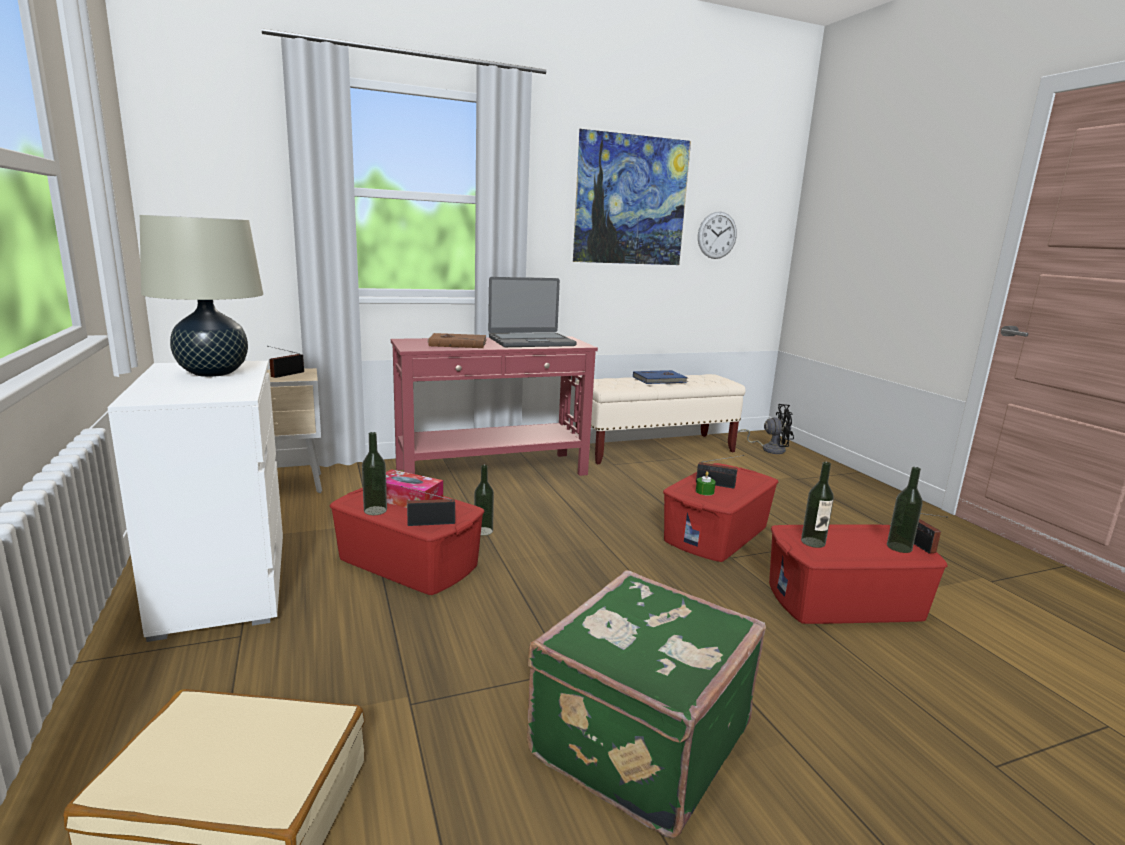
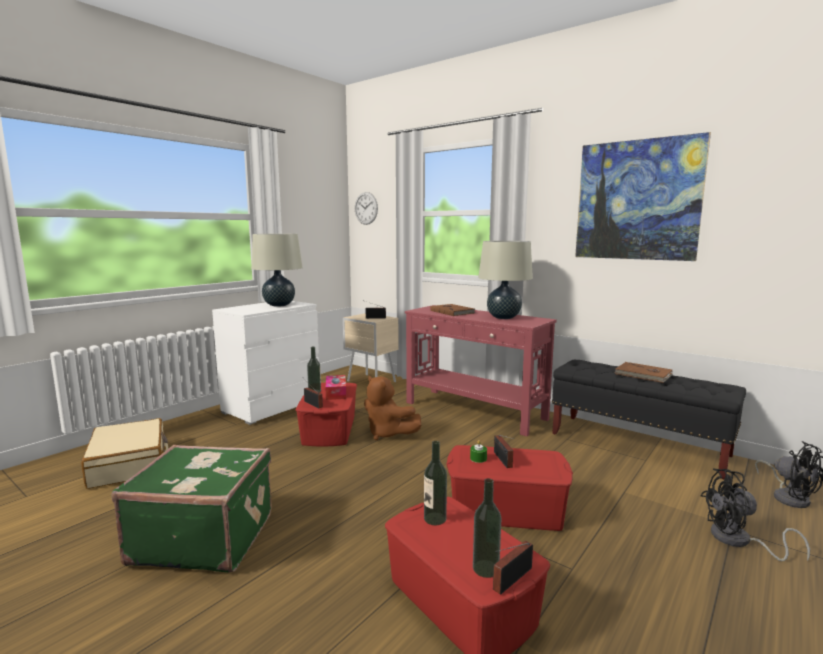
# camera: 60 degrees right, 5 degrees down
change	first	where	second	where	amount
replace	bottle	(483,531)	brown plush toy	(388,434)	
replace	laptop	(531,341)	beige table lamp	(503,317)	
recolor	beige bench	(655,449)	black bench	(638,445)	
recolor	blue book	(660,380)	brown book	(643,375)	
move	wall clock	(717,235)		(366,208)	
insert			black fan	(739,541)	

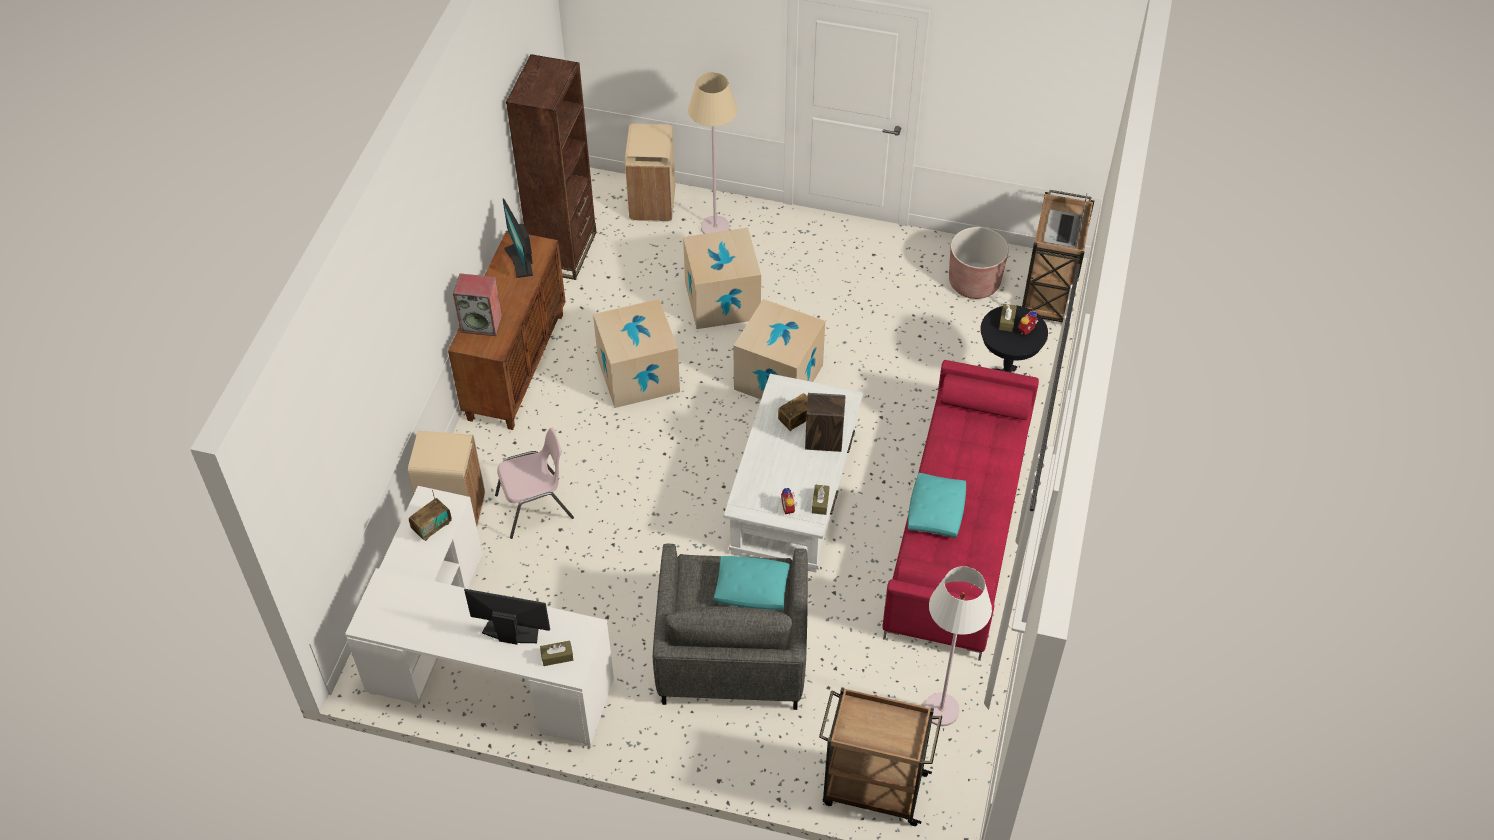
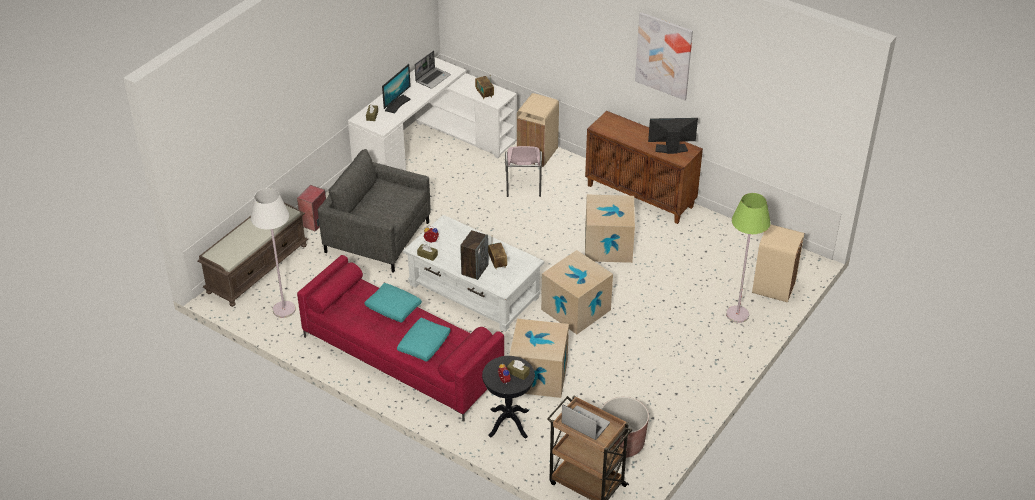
# camera: 110 degrees right, 10 degrees down
change	first	where	second	where	amount
move	speaker	(482,323)		(314,222)	
delete	brown bookcase	(564,251)			
move	cardboard box	(722,300)		(538,376)	
recolor	beige floor lamp	(715,227)	green floor lamp	(737,314)	
move	turquoise pillow	(750,589)		(424,344)	
replace	brown cart	(872,788)	brown bench	(257,268)	
insert			laptop	(433,78)	
insert			picture	(664,55)	

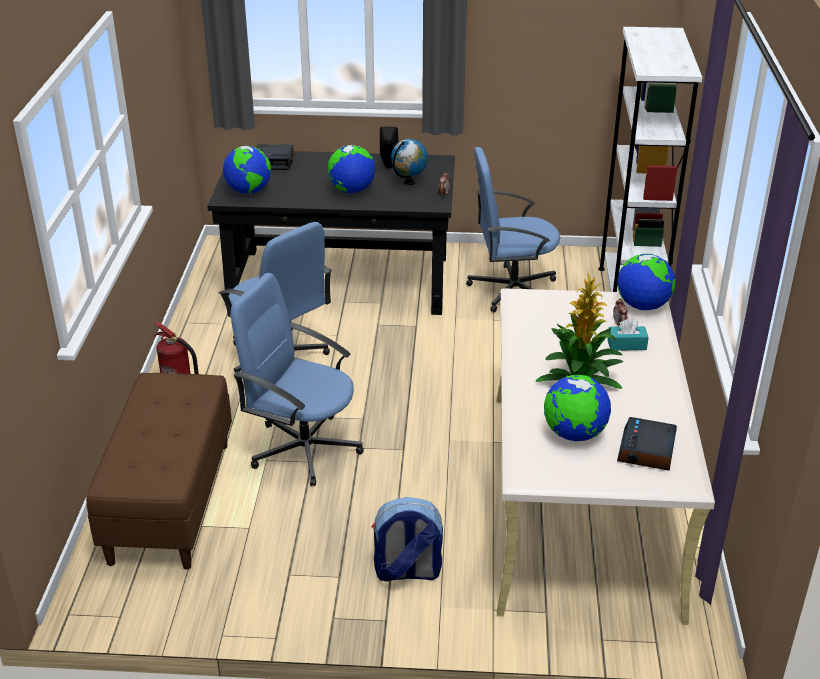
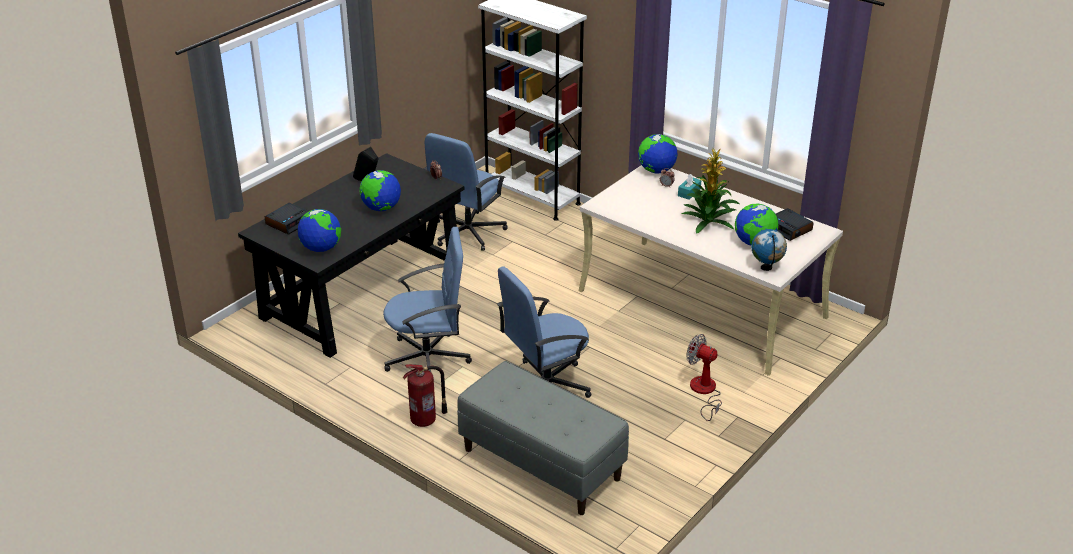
# camera: 55 degrees left, 0 degrees up
change	first	where	second	where	amount
recolor	brown bench	(170,500)	grey bench	(540,464)	
replace	backpack	(407,572)	fan	(704,392)	
move	globe	(409,182)		(766,268)	

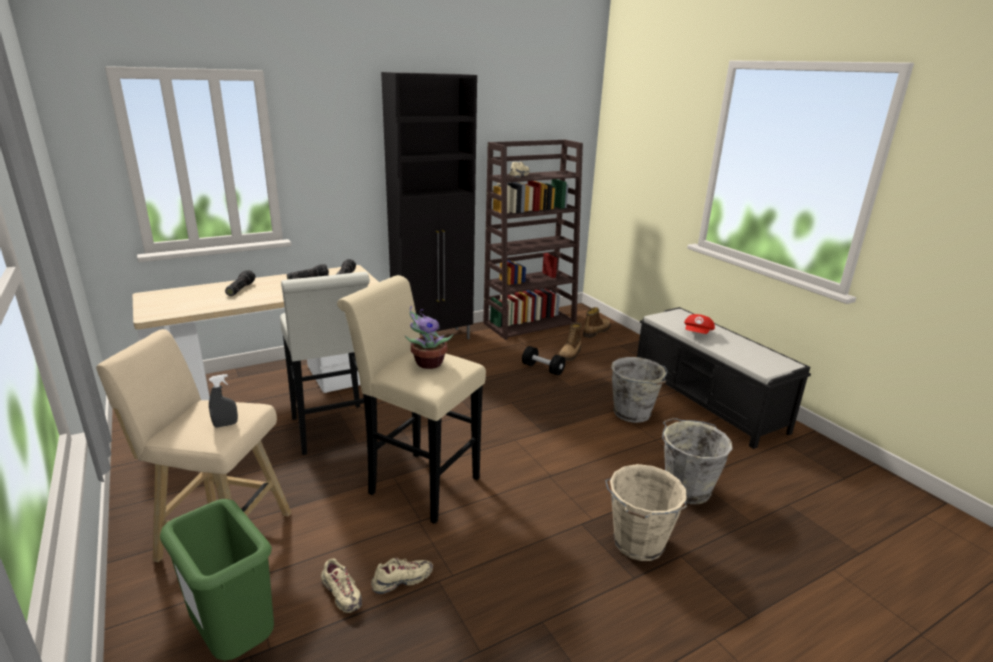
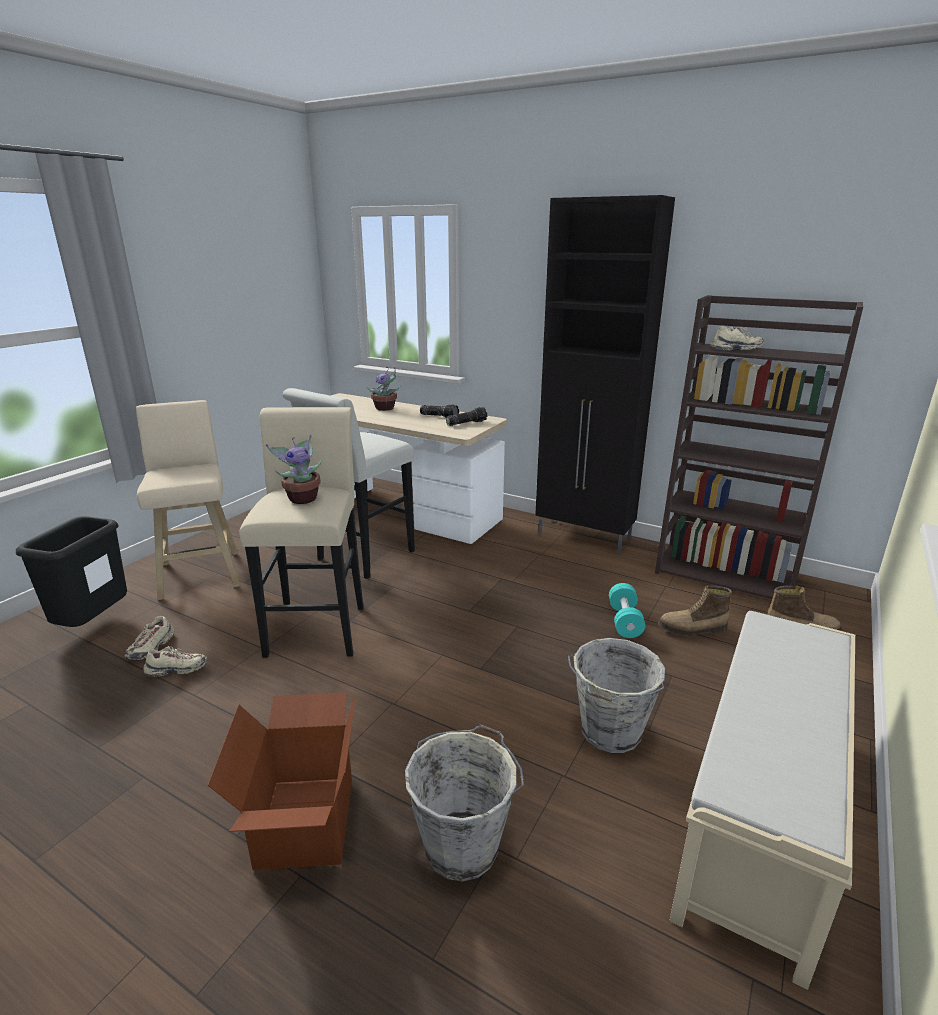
# camera: 60 degrees right, 0 degrees up
change	first	where	second	where	amount
recolor	green trash can	(234,641)	black trash can	(94,625)	
delete	grey spray bottle	(226,425)			
replace	flashlight	(240,289)	potted plant	(386,408)	
rotate	beige shoe	(402,581)		(177,670)	45 degrees counterclockwise
recolor	black dumbbell	(543,369)	turquoise dumbbell	(624,621)	
replace	beige bucket	(638,544)	cardboard box	(303,821)	
recolor	black bench	(707,402)	beige bench	(759,814)	
delete	red cap	(697,334)			

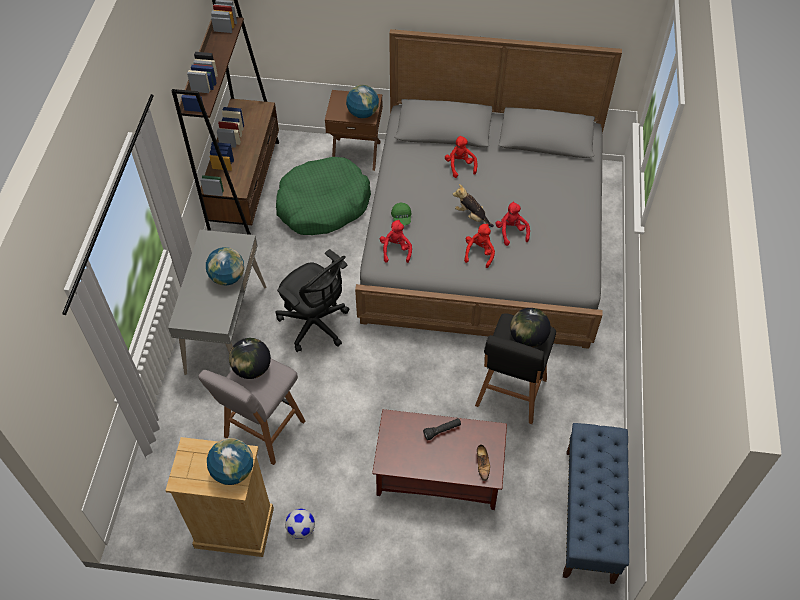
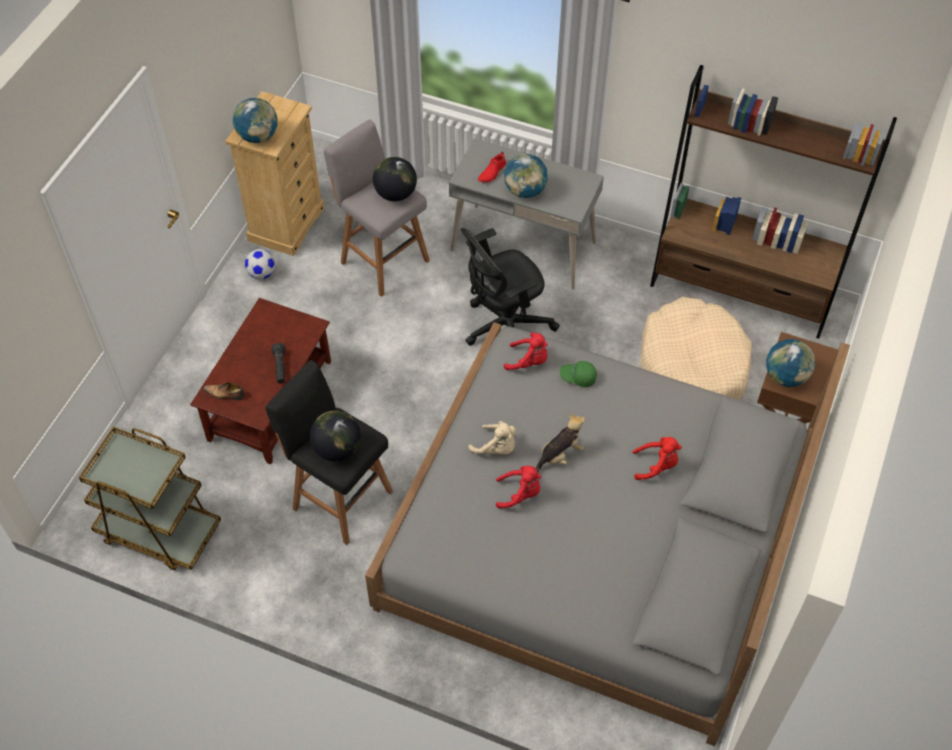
# camera: 105 degrees right, 0 degrees up
change	first	where	second	where	amount
recolor	green dog bed	(323,205)	beige dog bed	(693,367)	
recolor	red plush toy	(479,253)	beige plush toy	(496,448)	
replace	blue bench	(589,515)	brown cart	(159,531)	
insert			red shoe	(492,172)	

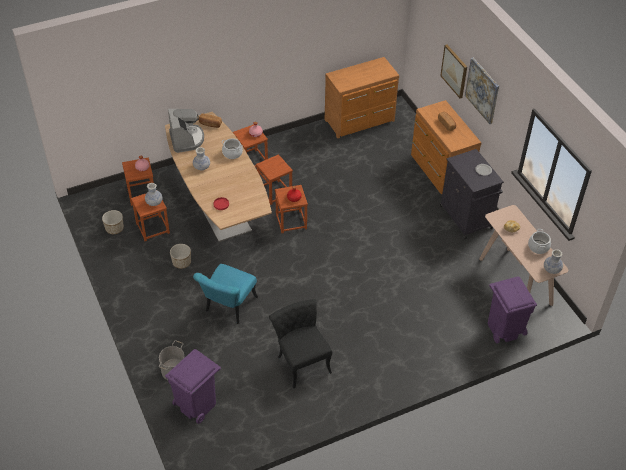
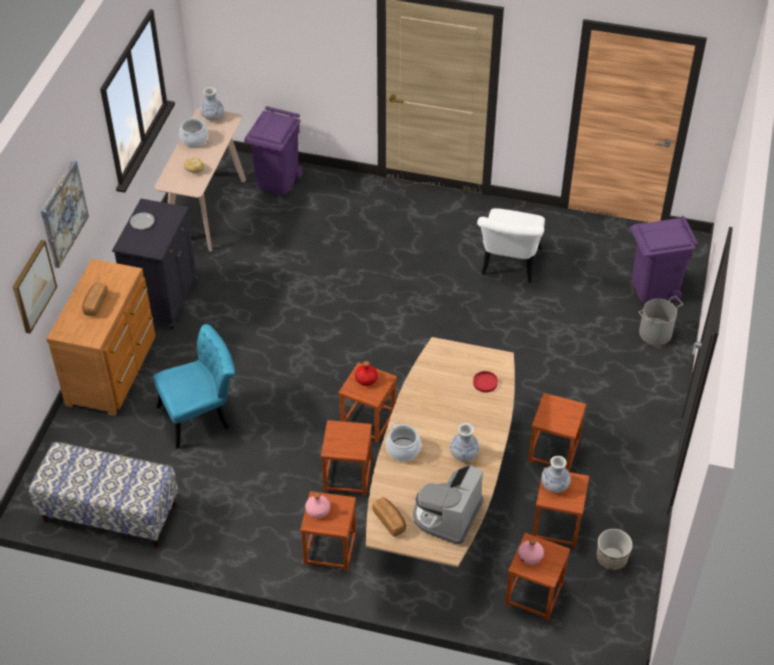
# camera: 140 degrees left, 0 degrees up
change	first	where	second	where	amount
replace	planter	(181,262)	brown stool	(554,451)	
move	turquoise chair	(228,308)		(201,415)	
recolor	black chair	(301,360)	white chair	(509,266)	
replace	brown dresser	(360,121)	bench	(110,513)	

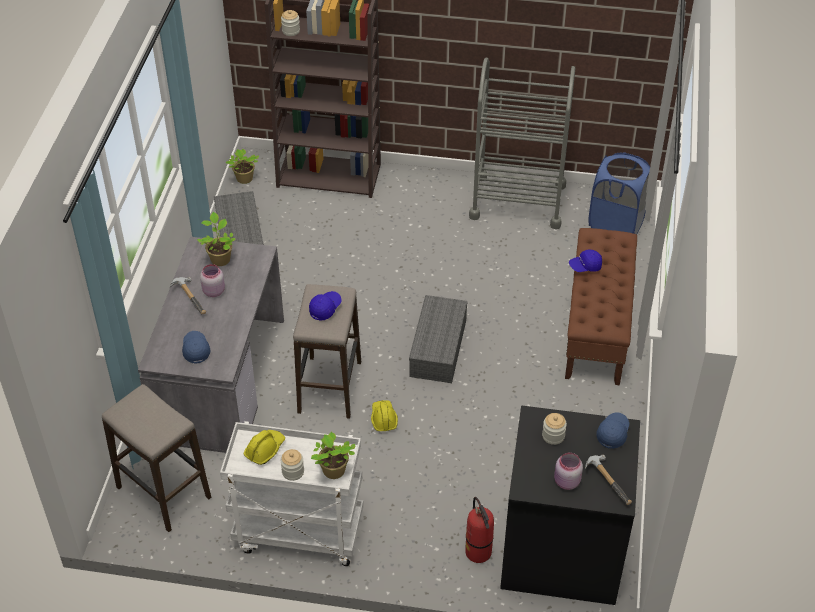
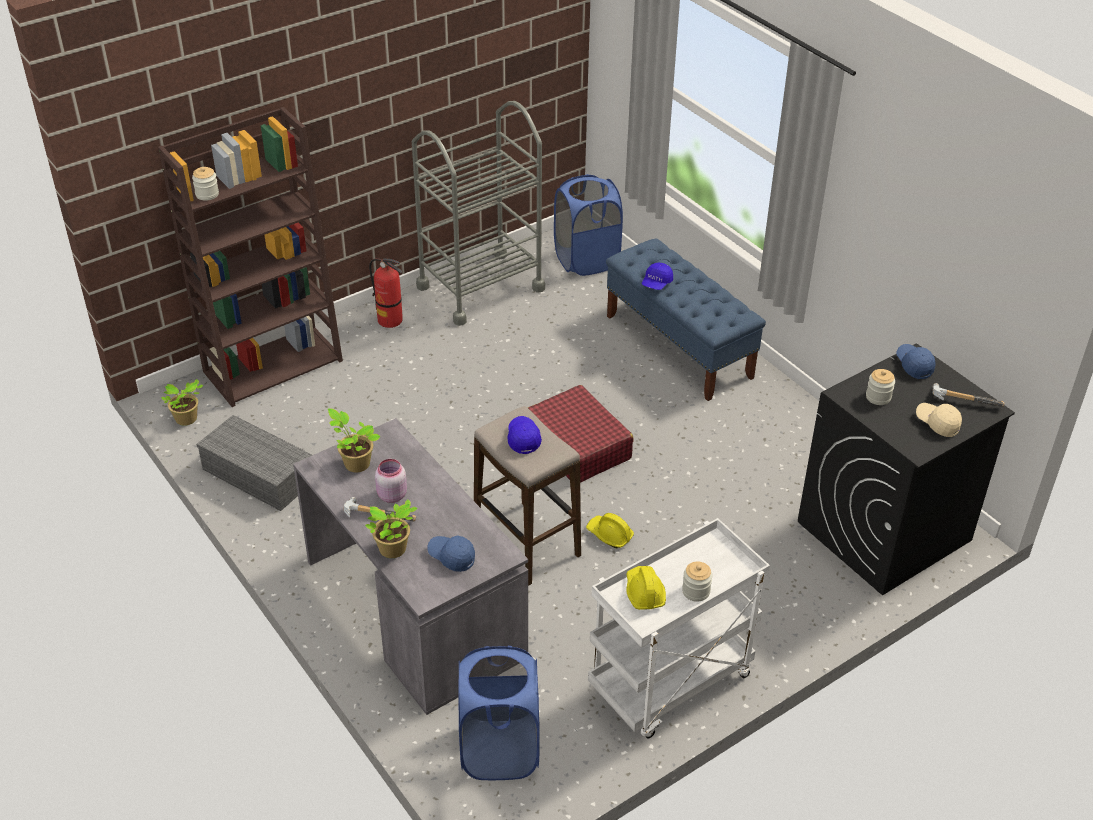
# camera: 45 degrees left, 5 degrees down
change	first	where	second	where	amount
replace	stool	(163,493)	blue laundry basket	(499,751)	
move	potted plant	(333,472)		(393,550)	
replace	grey storage box	(439,349)	red suitcase	(577,446)	
move	fire extinguisher	(478,552)		(390,320)	
replace	pink jar	(566,482)	beige cap	(937,423)	
recolor	brown bench	(597,328)	blue bench	(679,346)	

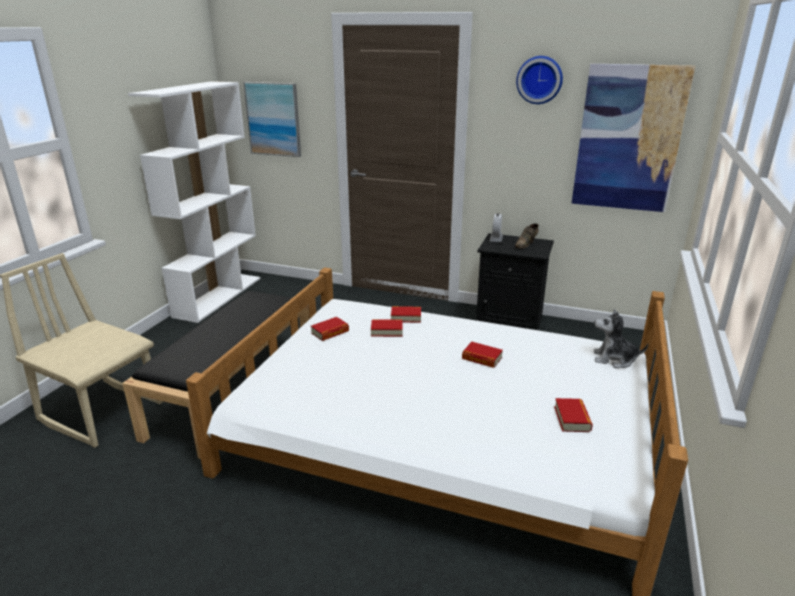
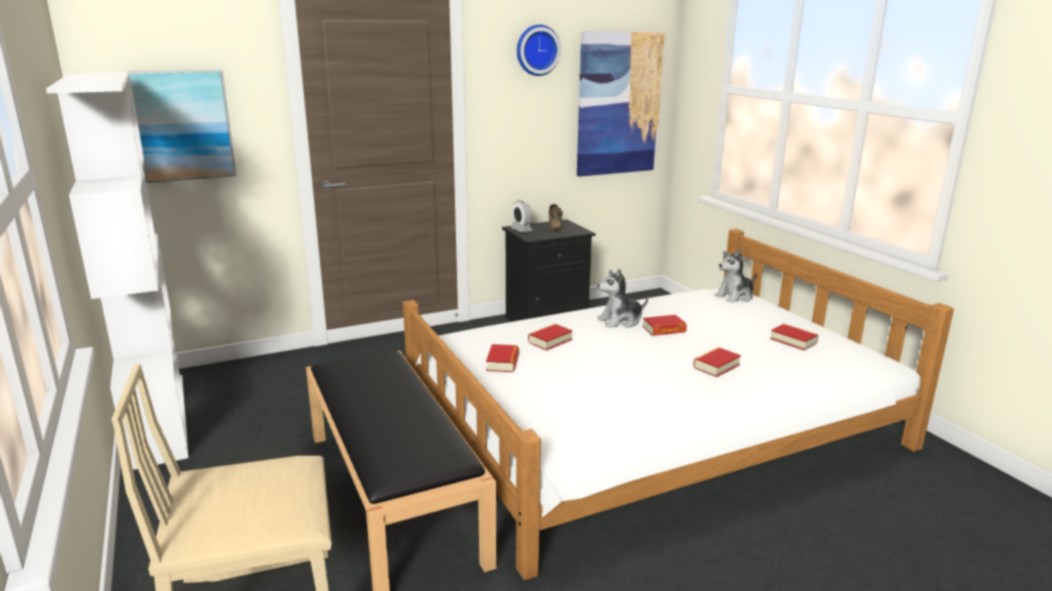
# camera: 45 degrees left, 5 degrees down
change	first	where	second	where	amount
move	book	(406,317)		(716,366)	
insert			plush toy	(620,321)	

